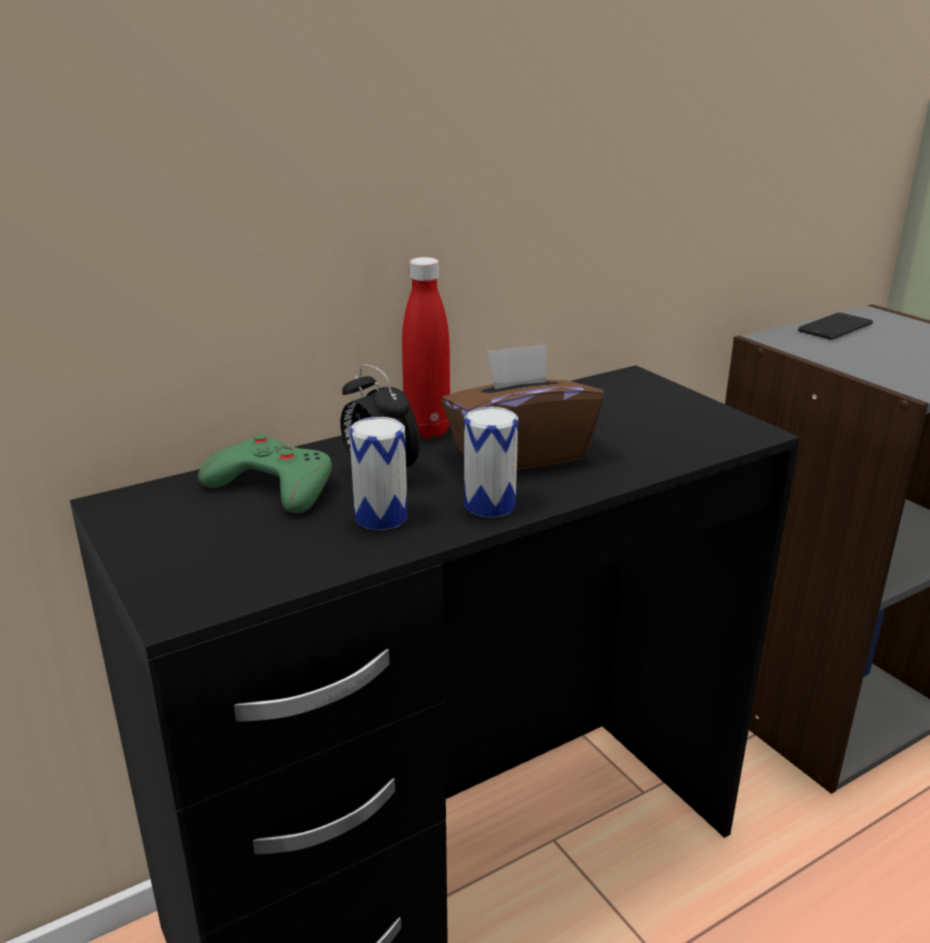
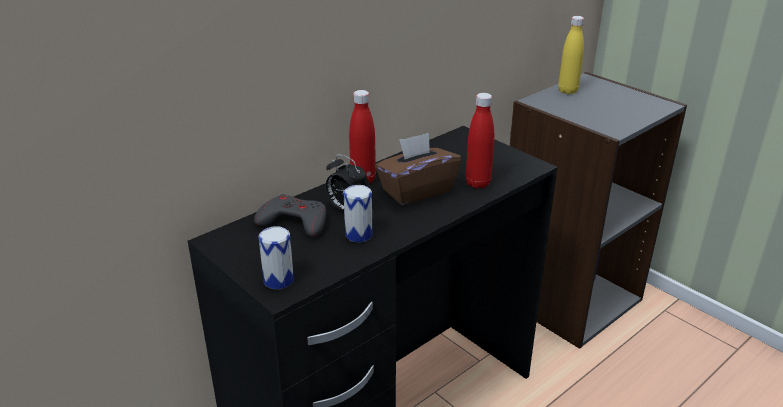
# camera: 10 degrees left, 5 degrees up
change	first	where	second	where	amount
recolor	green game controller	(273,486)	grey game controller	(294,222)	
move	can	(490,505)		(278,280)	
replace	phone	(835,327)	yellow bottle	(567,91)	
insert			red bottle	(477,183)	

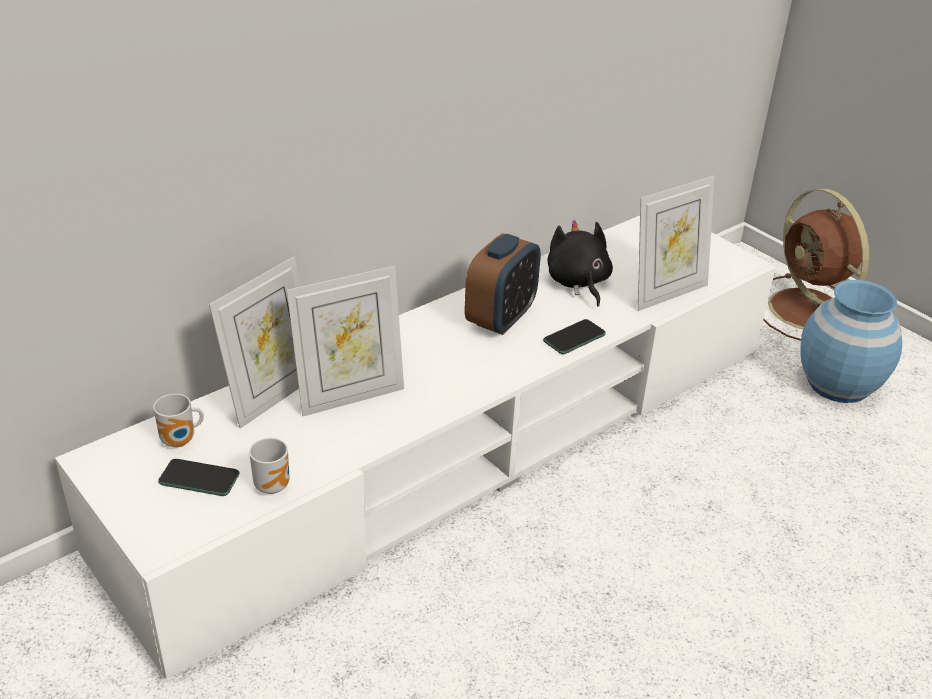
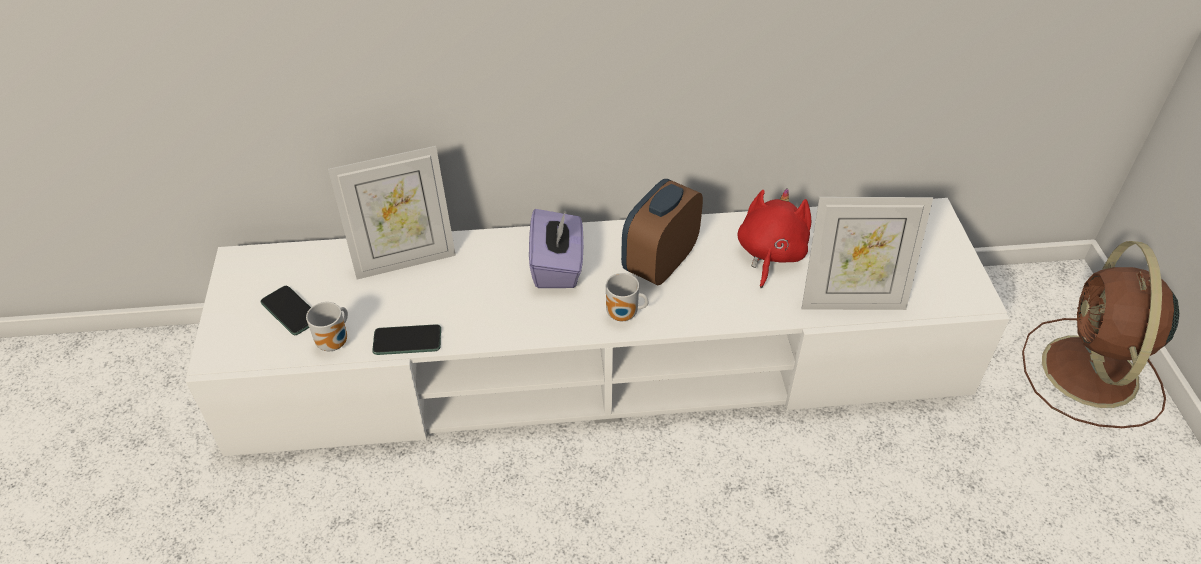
# camera: 35 degrees right, 10 degrees up
change	first	where	second	where	amount
move	mug	(181,441)		(624,316)	
delete	picture frame	(350,395)			
rotate	alarm clock	(501,319)		(659,263)	150 degrees clockwise
move	phone	(574,338)		(407,341)	
recolor	black plush toy	(578,283)	red plush toy	(770,254)	
delete	blue vase	(838,384)			
insert			purple tissue box	(557,266)	

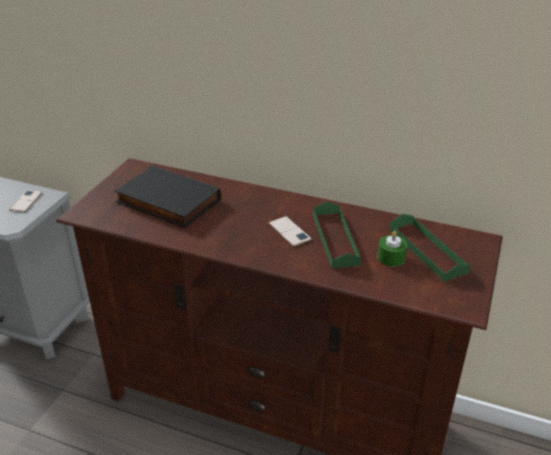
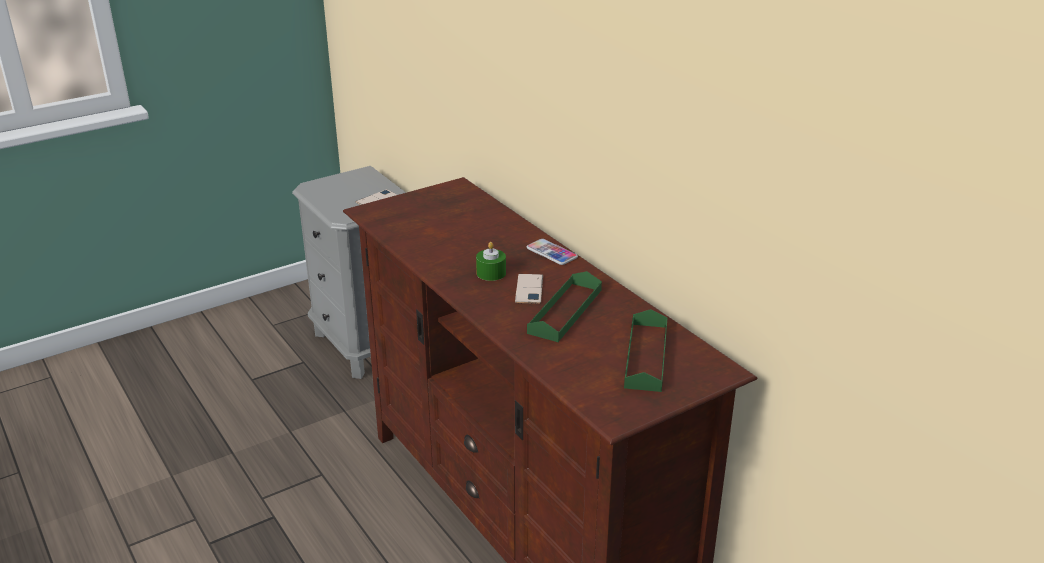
# camera: 35 degrees right, 5 degrees down
change	first	where	second	where	amount
delete	black book	(166,202)			
move	green candle	(391,257)		(491,273)	
insert			phone	(551,253)	

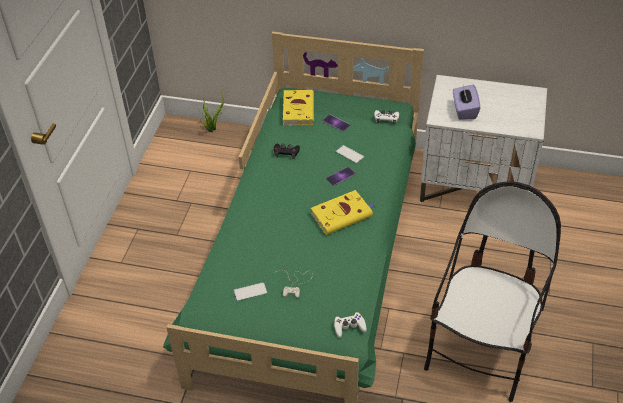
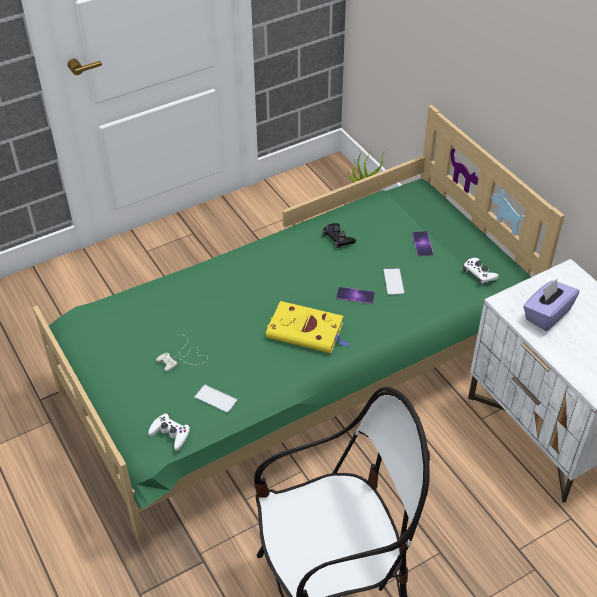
# camera: 45 degrees right, 0 degrees up
change	first	where	second	where	amount
move	phone	(250,292)		(215,399)	
delete	yellow book	(298,109)			

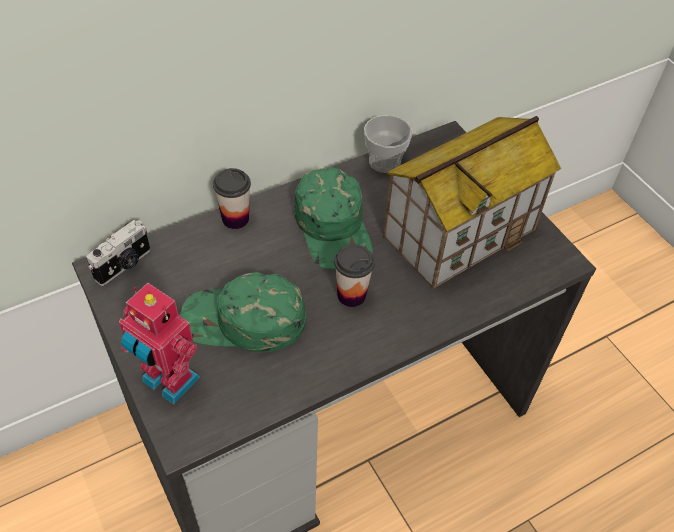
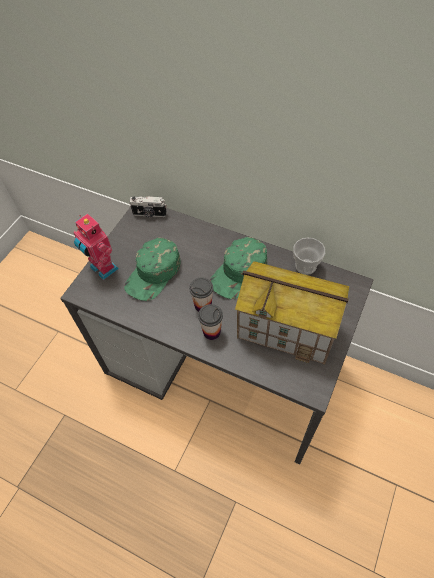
# camera: 60 degrees right, 5 degrees up
change	first	where	second	where	amount
rotate	toy robot	(168,382)		(102,269)	45 degrees counterclockwise
rotate	green cap	(243,321)		(154,274)	120 degrees counterclockwise
move	cup	(235,219)		(211,332)	

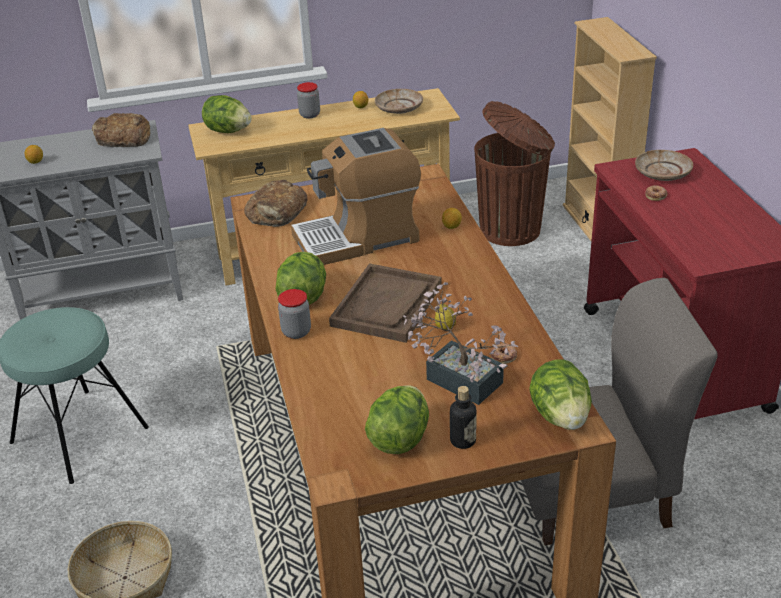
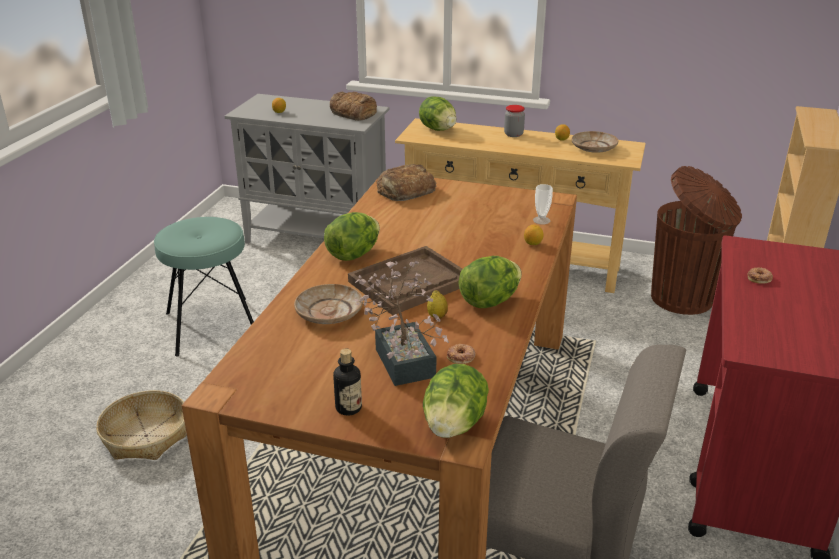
# camera: 30 degrees right, 5 degrees down
change	first	where	second	where	amount
delete	jar	(296,332)			
delete	coffee machine	(358,238)			
move	lettuce	(399,439)		(489,301)	
move	beige plate	(662,173)		(329,312)	
insert			cup	(541,220)	

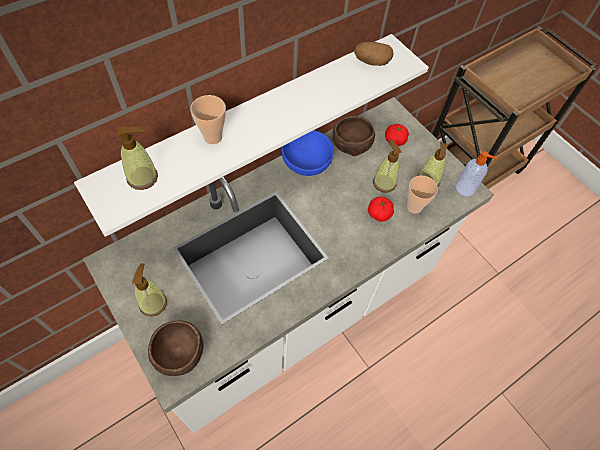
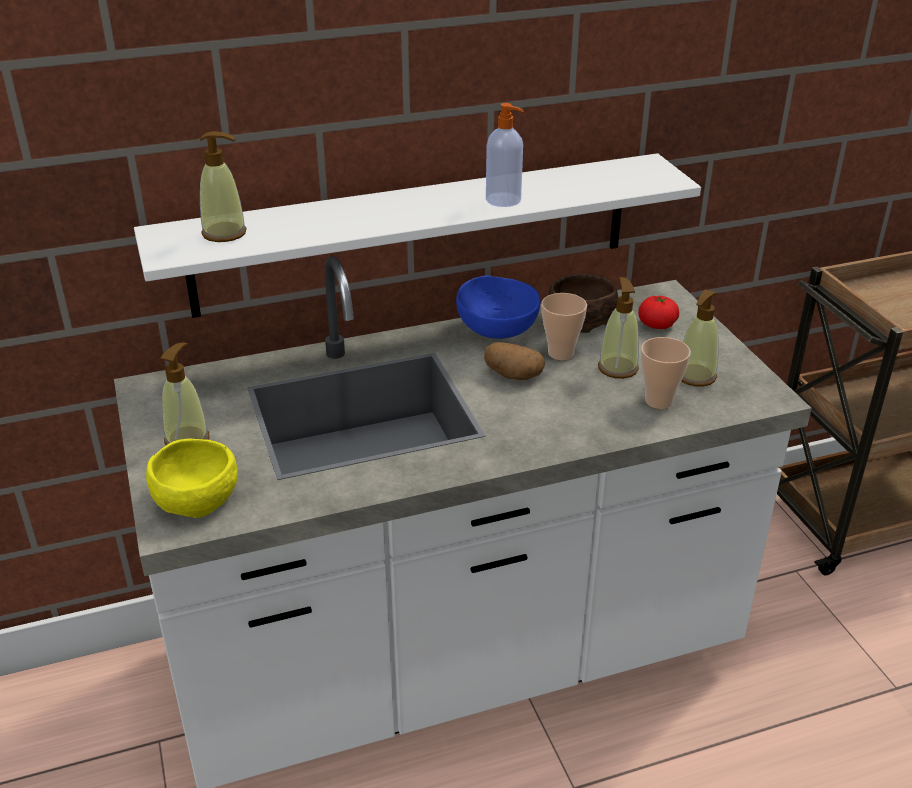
# camera: 20 degrees right, 25 degrees down
change	first	where	second	where	amount
recolor	brown bowl	(180,352)	yellow bowl	(198,498)	
move	cup	(212,137)		(561,353)	
move	potato	(372,62)		(512,375)	
delete	tomato	(379,214)			
move	soap dispenser	(466,188)		(504,200)	

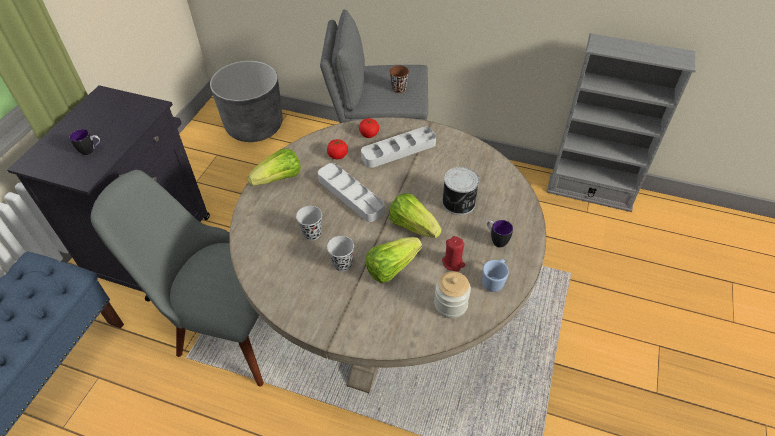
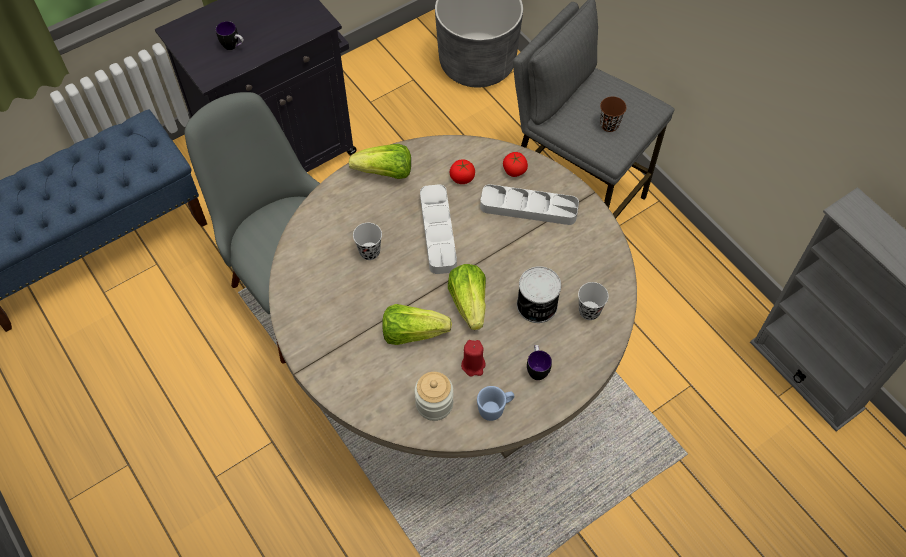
# camera: 35 degrees right, 10 degrees up
change	first	where	second	where	amount
move	black cup	(342,264)		(589,311)	

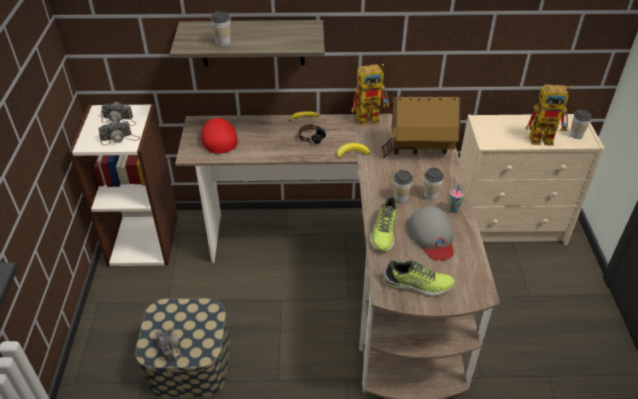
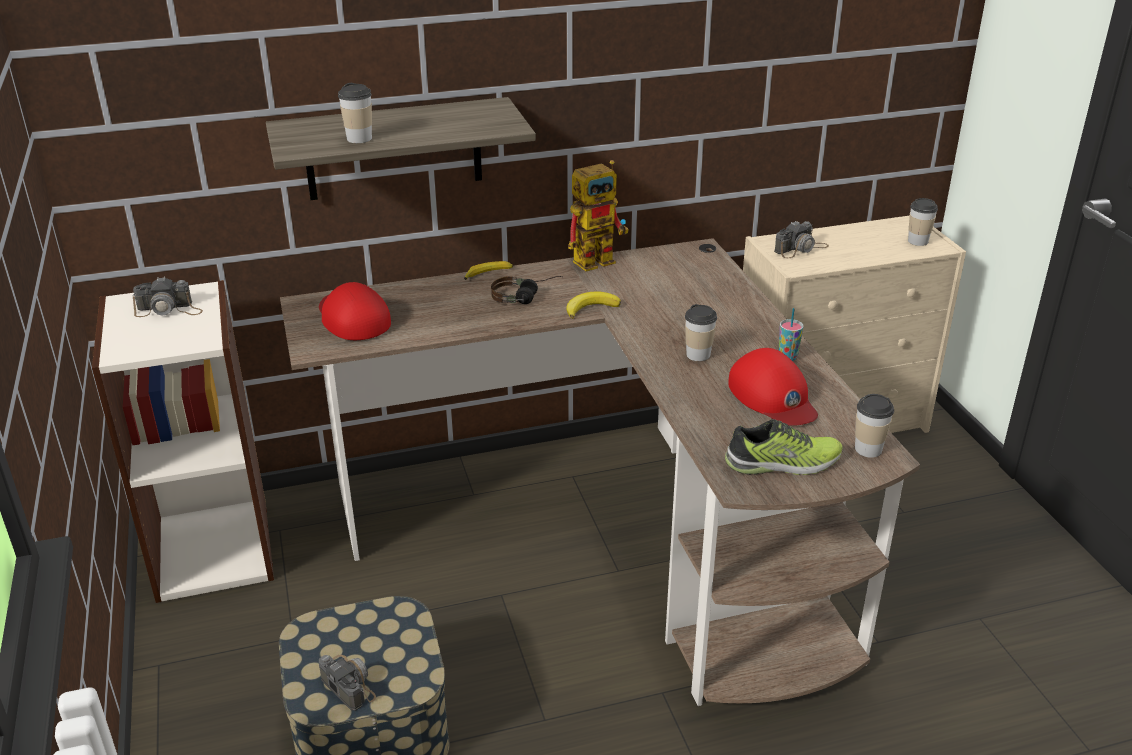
# camera: 15 degrees left, 10 degrees down
change	first	where	second	where	amount
move	photo camera	(120,138)		(801,248)	
delete	shoe	(384,231)			
delete	toy house	(419,148)			
recolor	grey cap	(432,236)	red cap	(773,397)	
move	cup	(430,195)		(868,449)	
delete	toy robot	(546,139)			

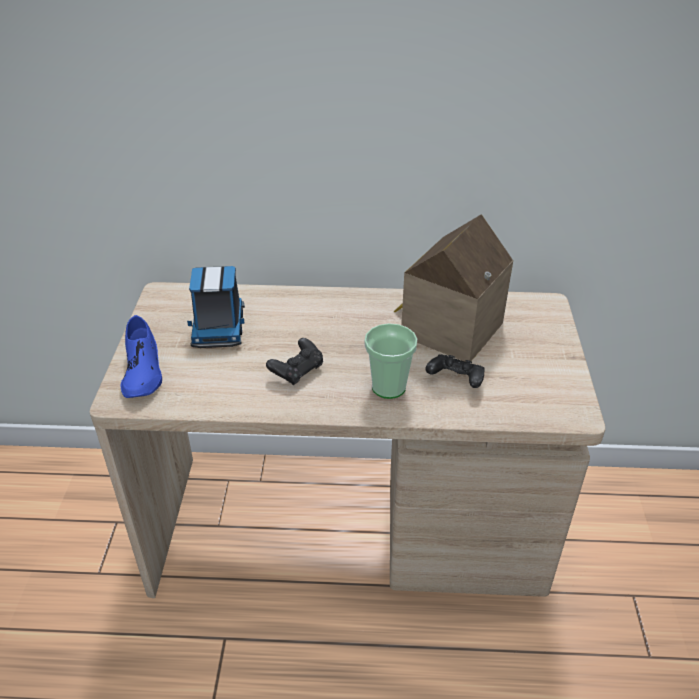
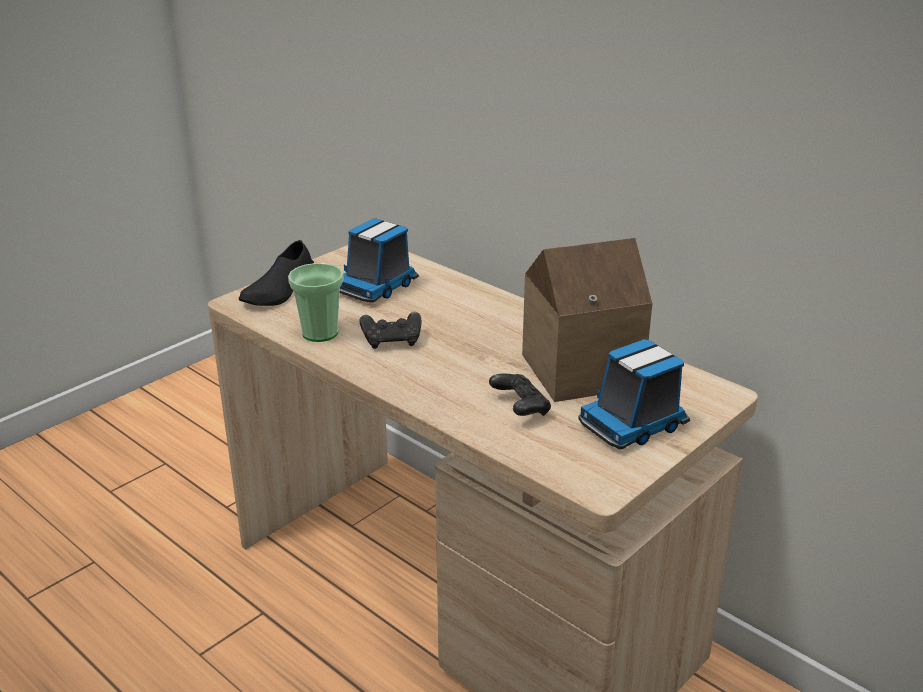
# camera: 40 degrees right, 10 degrees down
change	first	where	second	where	amount
recolor	blue shoe	(142,371)	black shoe	(279,291)	
move	cup	(388,387)		(320,333)	
insert			toy truck	(634,424)	

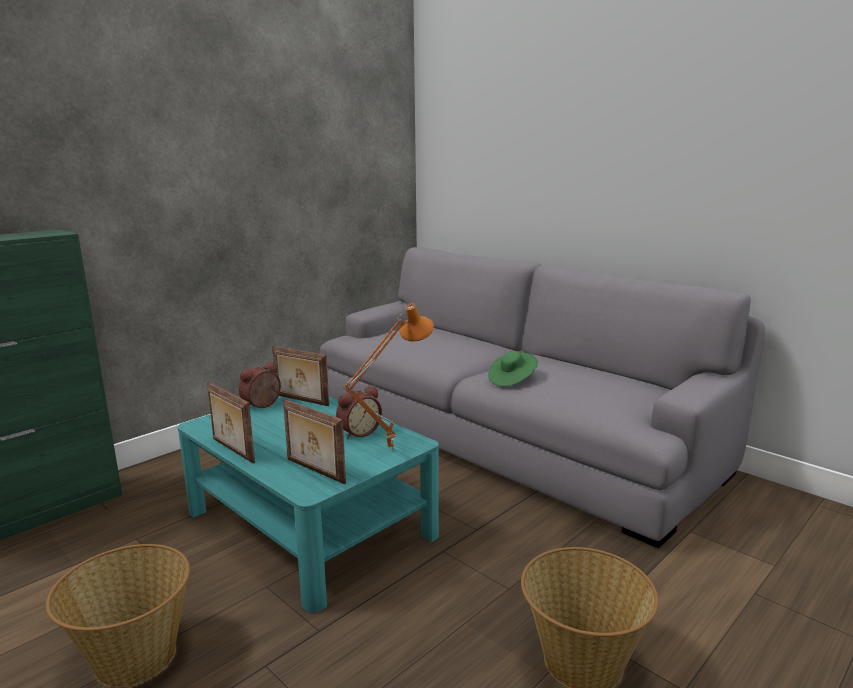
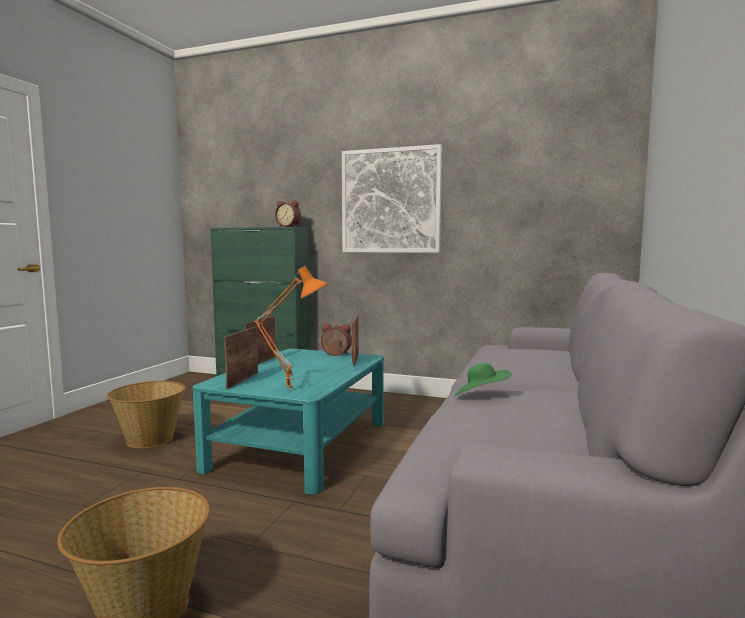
# camera: 65 degrees right, 10 degrees down
change	first	where	second	where	amount
move	alarm clock	(358,432)		(289,227)	
insert			picture	(390,201)	

